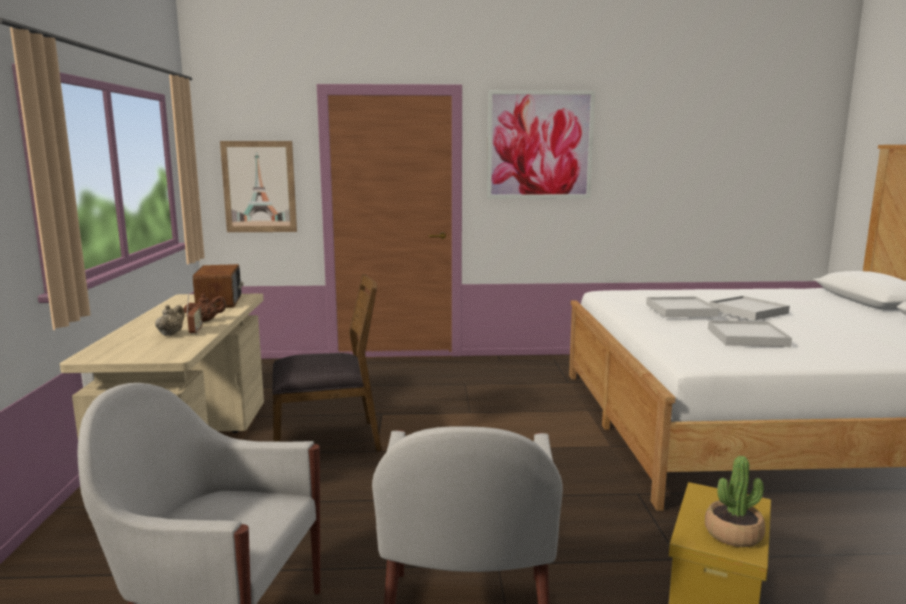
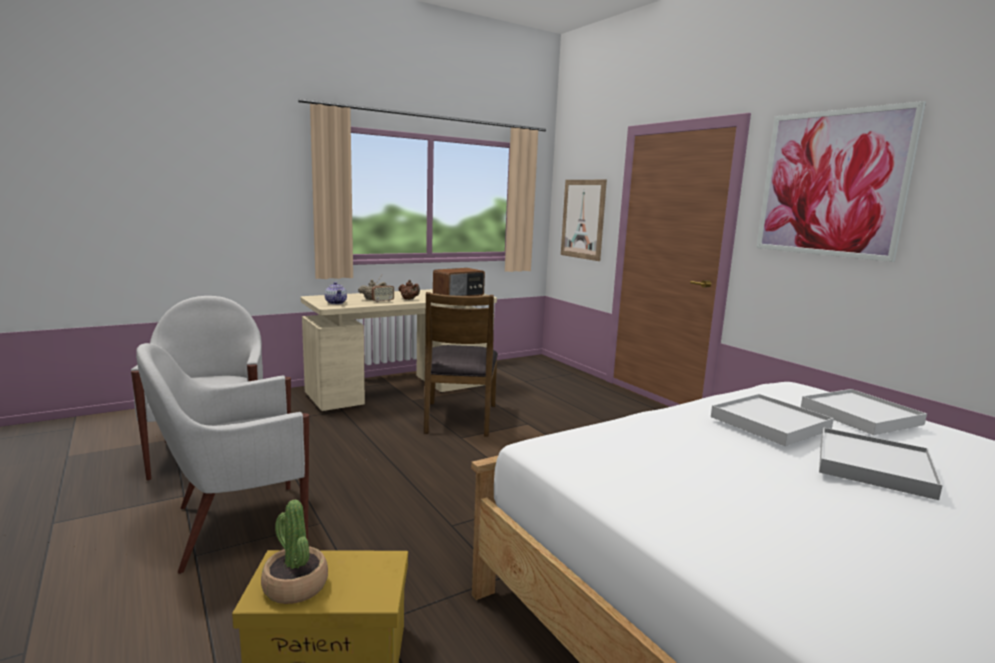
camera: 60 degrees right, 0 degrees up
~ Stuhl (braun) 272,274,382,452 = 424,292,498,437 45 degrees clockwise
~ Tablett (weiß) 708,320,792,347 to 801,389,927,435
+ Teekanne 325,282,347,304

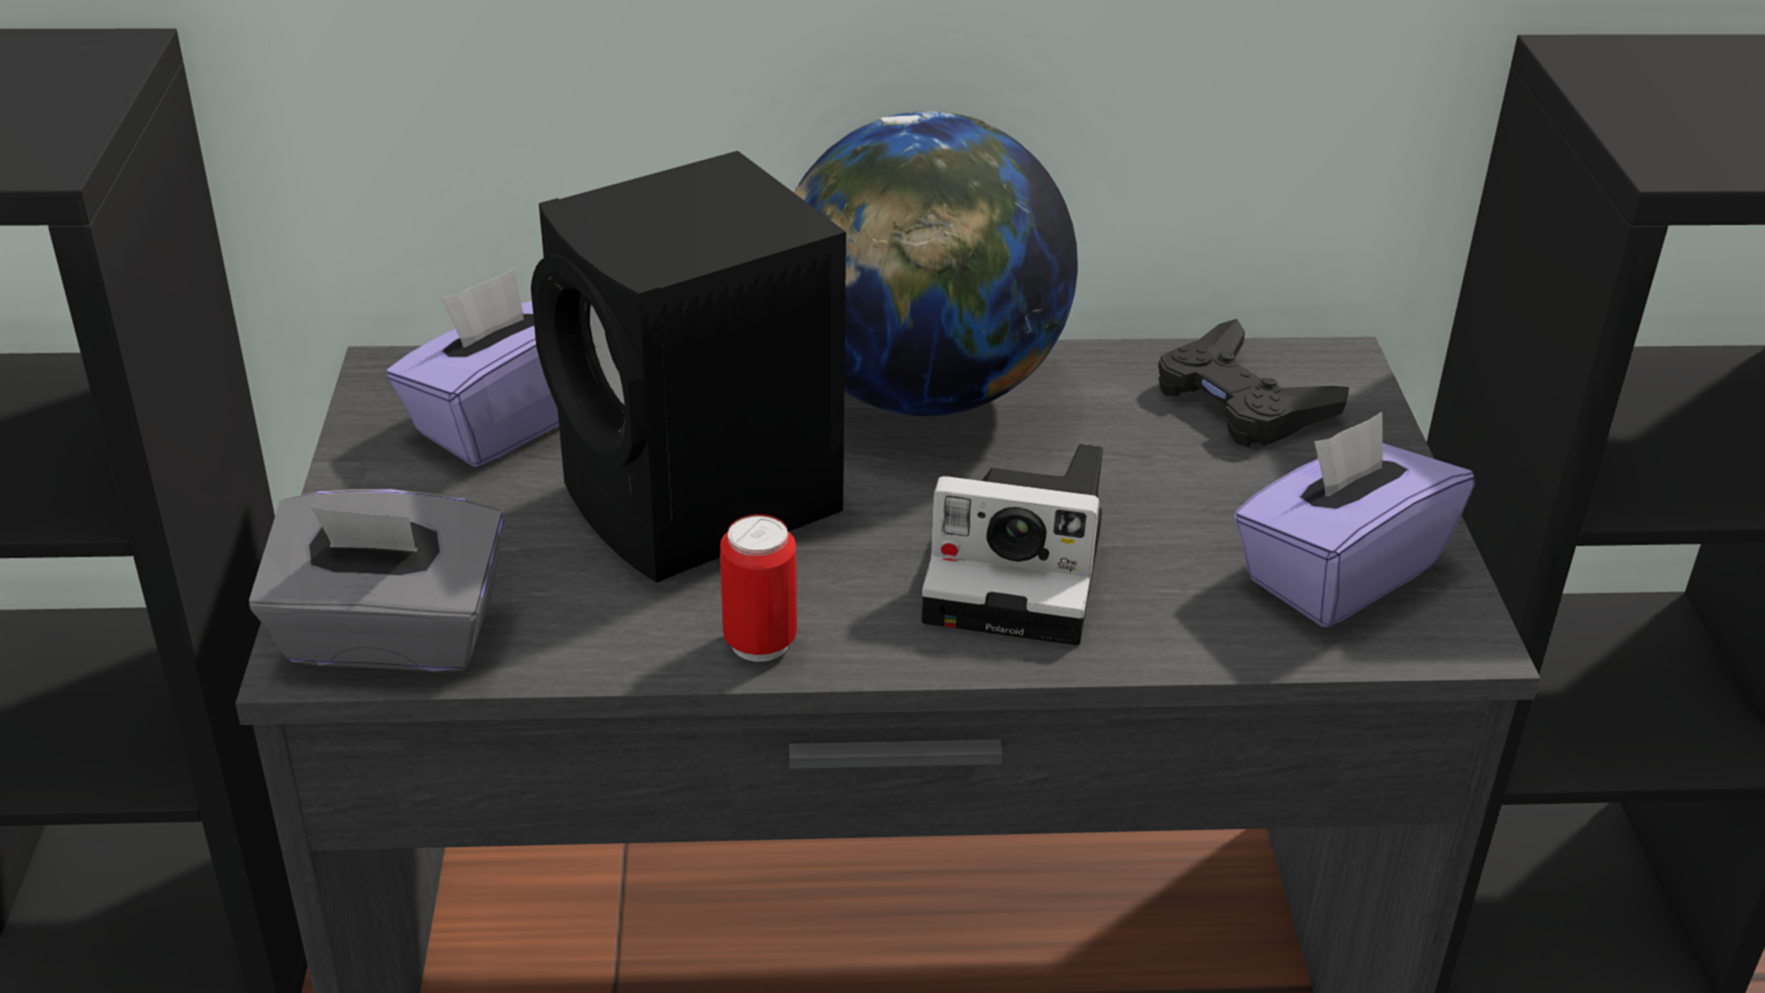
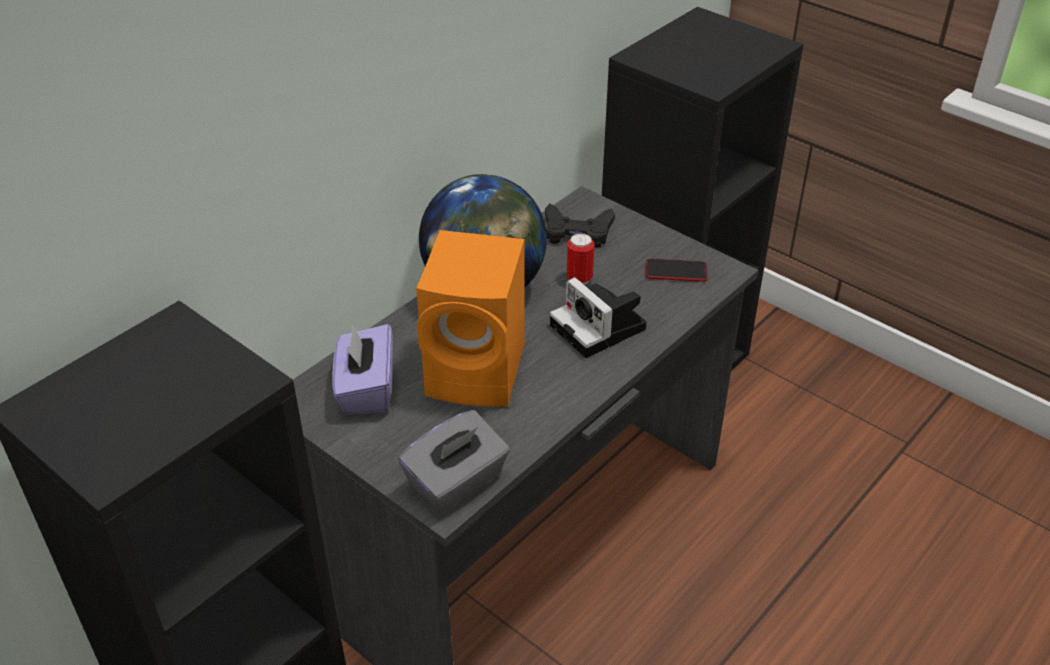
camera: 45 degrees left, 5 degrees up
~ Lautsprecher (schwarz) 531,151,846,583 to Lautsprecher (orange) 416,230,524,407
~ Dose 720,514,797,662 to 567,233,595,285
~ Kamera 922,444,1103,645 = 550,277,647,358 90 degrees clockwise
~ Taschentuchbox (lila) 1234,412,1475,627 to Handy 645,259,708,282

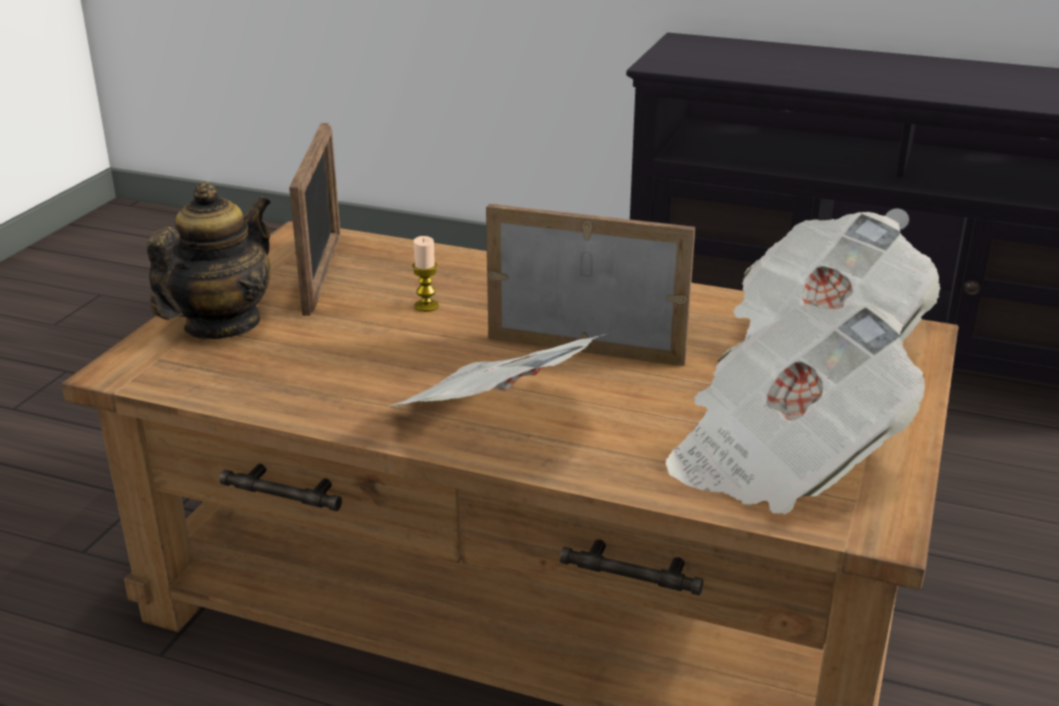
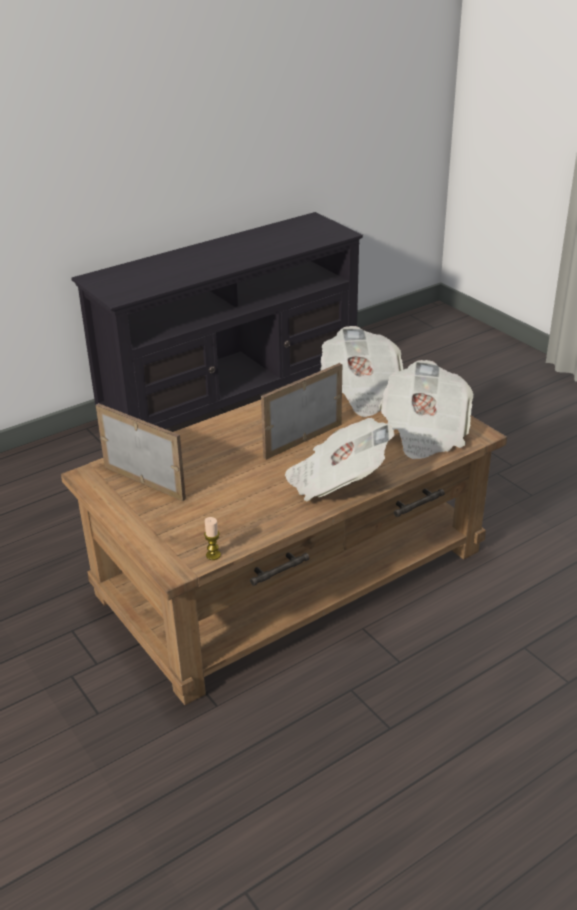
camera: 55 degrees left, 5 degrees up
- Teekanne 147,182,271,339
~ Kerze 412,236,439,312 to 204,517,221,560

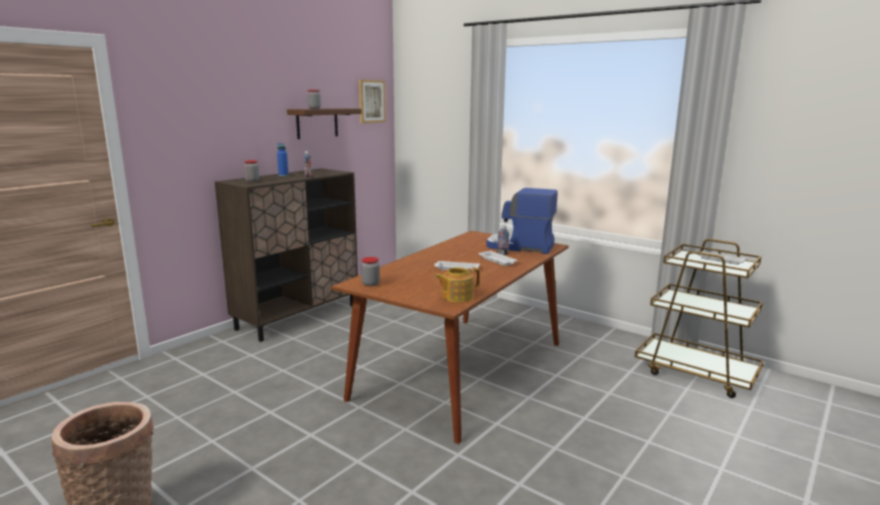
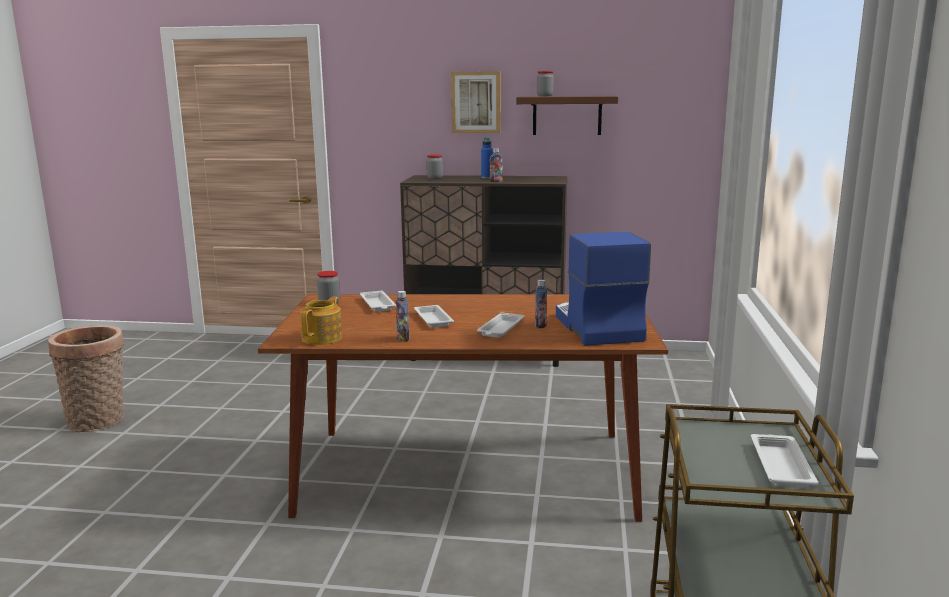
camera: 60 degrees right, 0 degrees up
~ Bild 359,80,386,123 to 451,71,500,133
~ Teekanne 435,267,480,302 = 300,296,342,345 75 degrees clockwise
+ Tablett (weiß) 360,290,396,312
+ Flasche 396,291,409,342

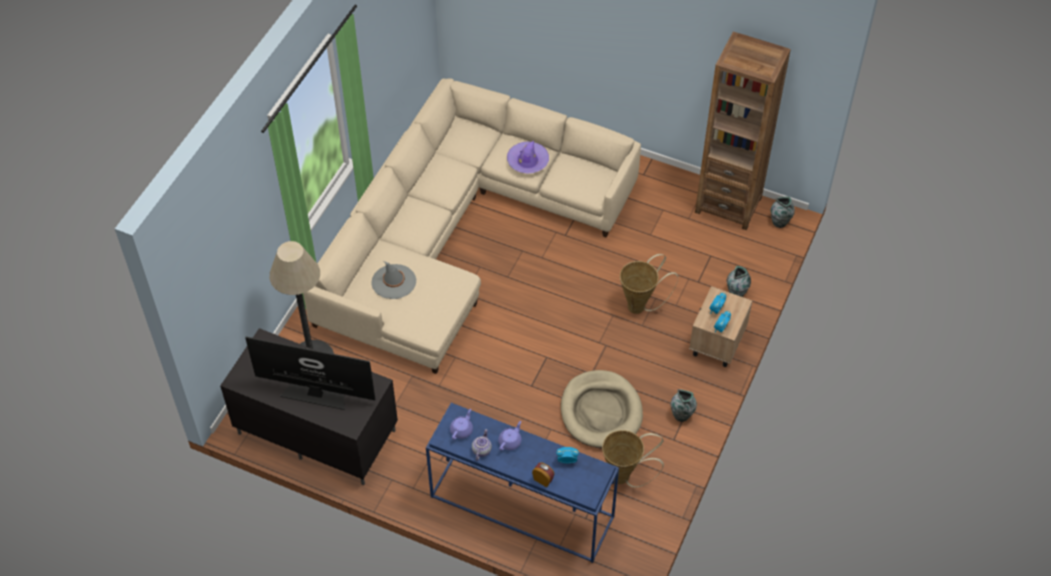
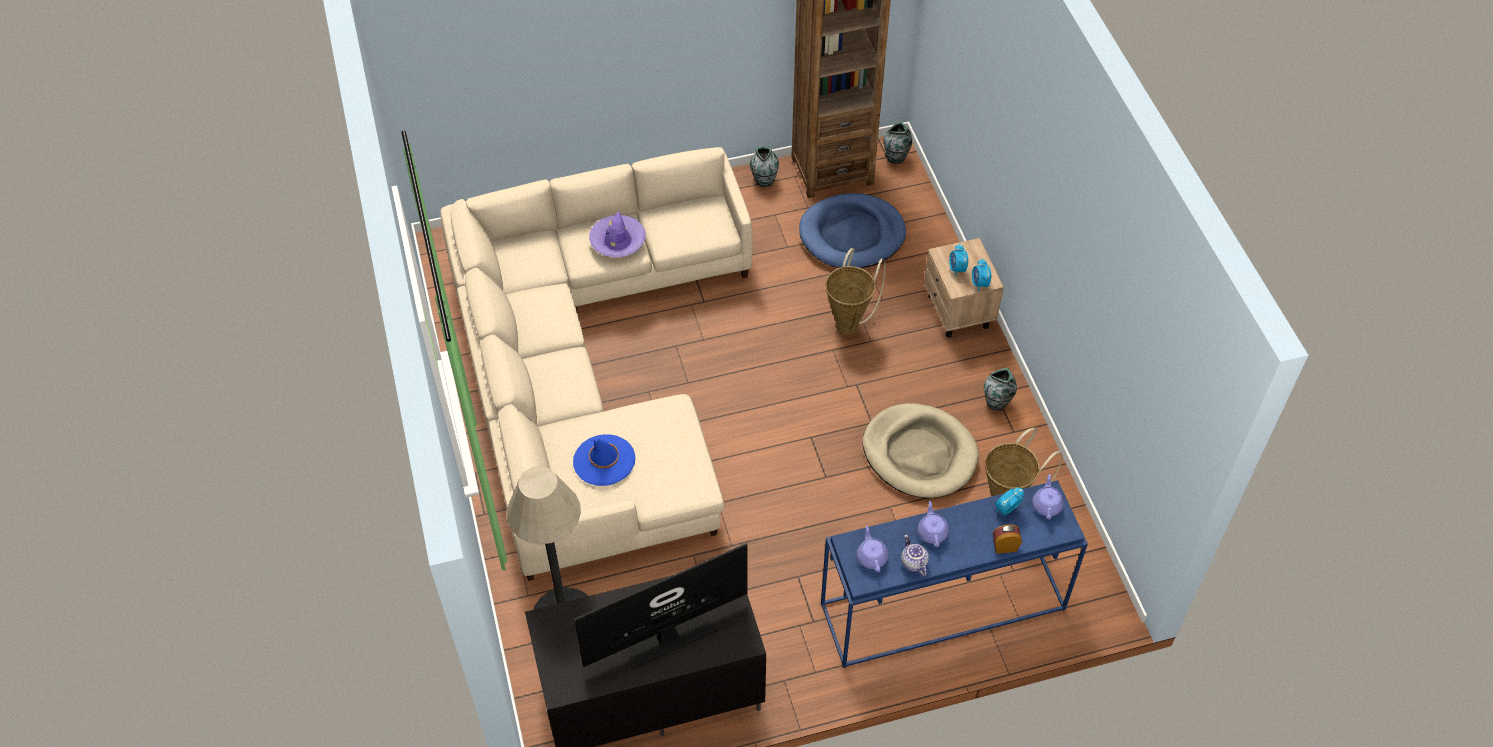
camera: 40 degrees left, 0 degrees up
~ Hut (grau) 371,261,416,299 to Hut (blau) 573,434,636,486
~ Vase 727,266,751,297 to 750,146,779,187
+ Hundebett (blau) 799,193,906,268
+ Teekanne (lila) 1032,474,1064,520

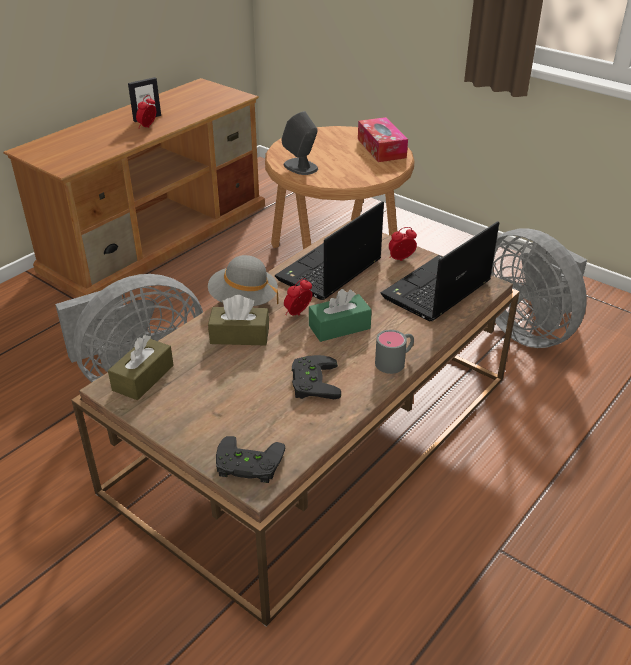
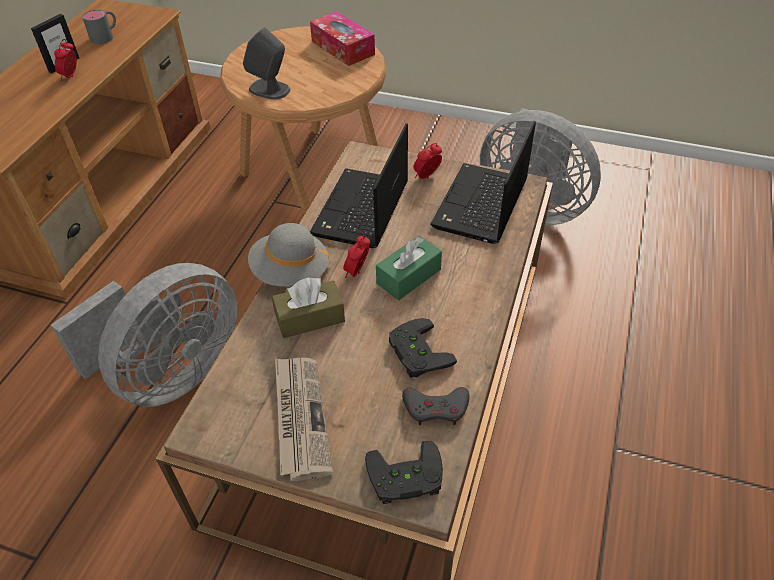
camera: 20 degrees left, 10 degrees up
- Taschentuchbox (braun) 108,335,174,400
~ Henkelbecher (grau) 375,330,414,374 to 82,9,116,44
+ Zeitung 275,358,333,481
+ Gamepad (grau) 402,387,470,426

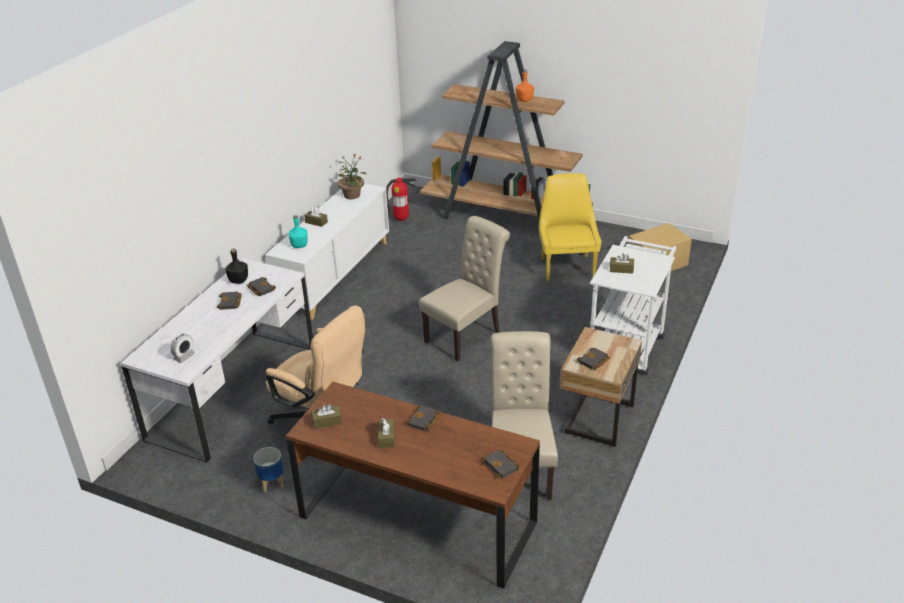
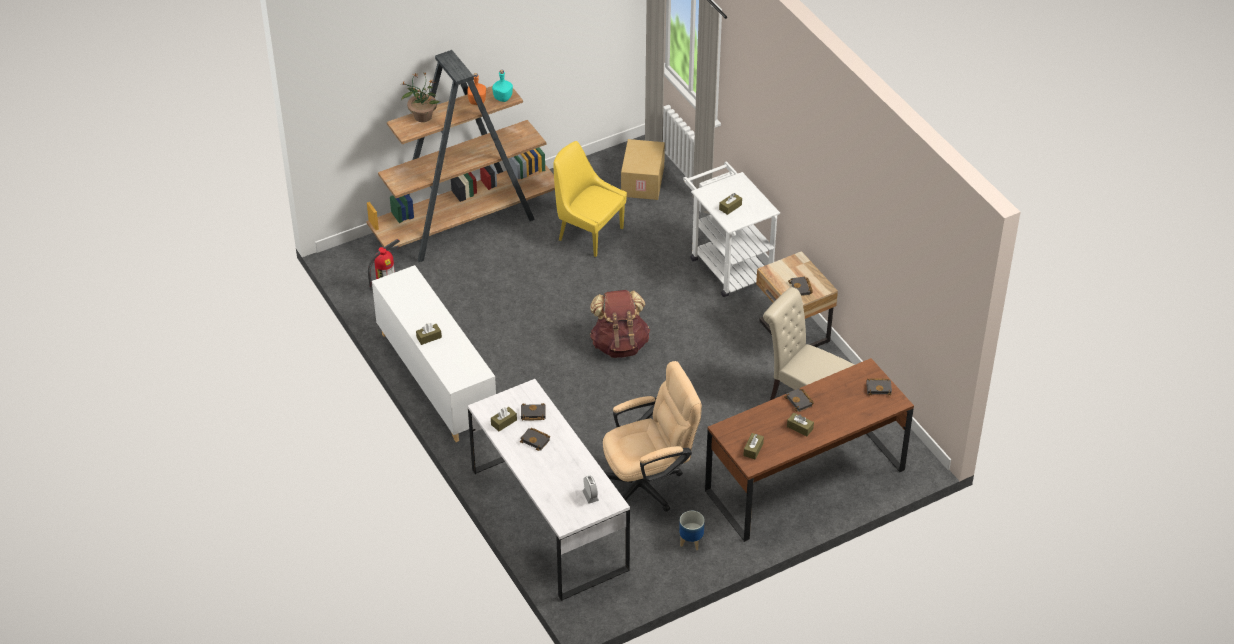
camera: 55 degrees left, 10 degrees up
~ Flasche (schwarz) 225,248,248,284 to Taschentuchbox (braun) 491,407,517,431
~ Flasche (türkis) 289,215,308,248 to 492,70,513,102
~ Topfpflanze 338,154,368,199 to 401,72,440,122
~ Stuhl (beige) 419,216,510,362 to Rucksack (braun) 590,290,650,358

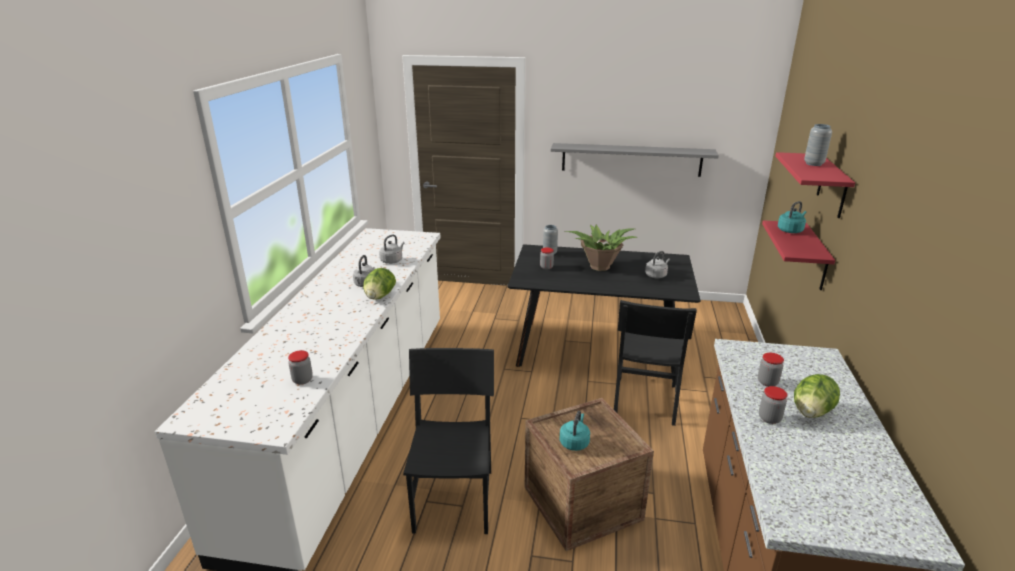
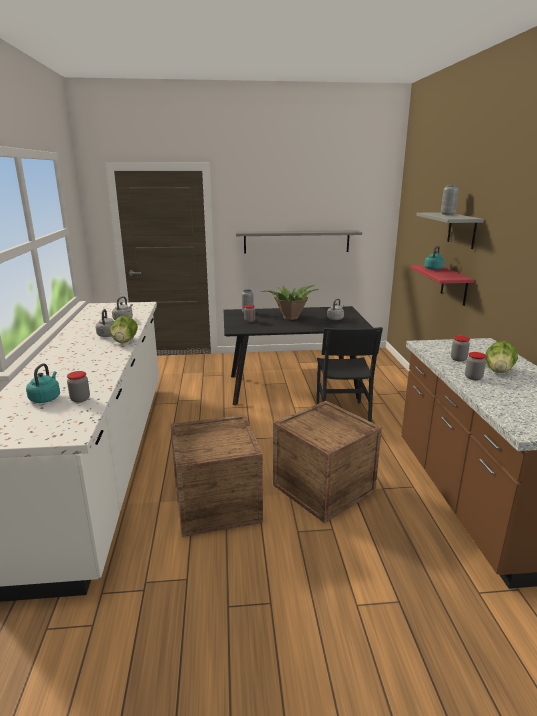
camera: 15 degrees left, 5 degrees down
~ Stuhl (schwarz) 403,348,494,534 to Kiste 170,415,263,537
~ Wasserkessel (türkis) 559,410,590,451 to 26,363,60,403
~ Wandregal (rot) 775,152,855,218 to Wandregal (grau) 416,212,484,249

